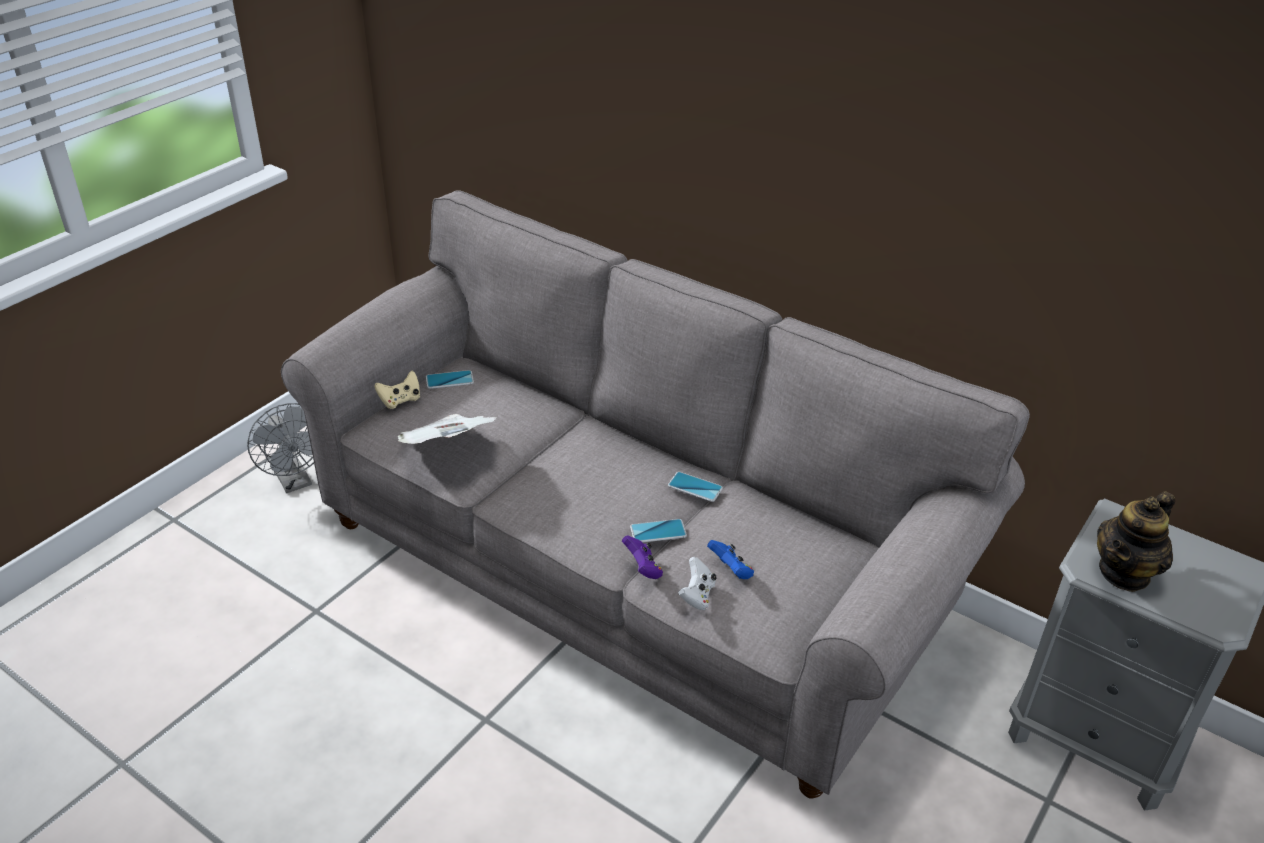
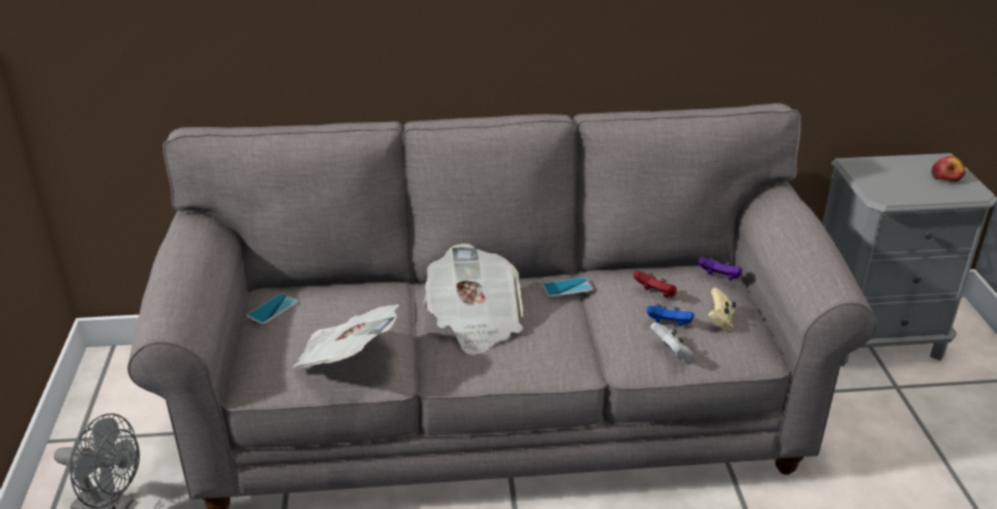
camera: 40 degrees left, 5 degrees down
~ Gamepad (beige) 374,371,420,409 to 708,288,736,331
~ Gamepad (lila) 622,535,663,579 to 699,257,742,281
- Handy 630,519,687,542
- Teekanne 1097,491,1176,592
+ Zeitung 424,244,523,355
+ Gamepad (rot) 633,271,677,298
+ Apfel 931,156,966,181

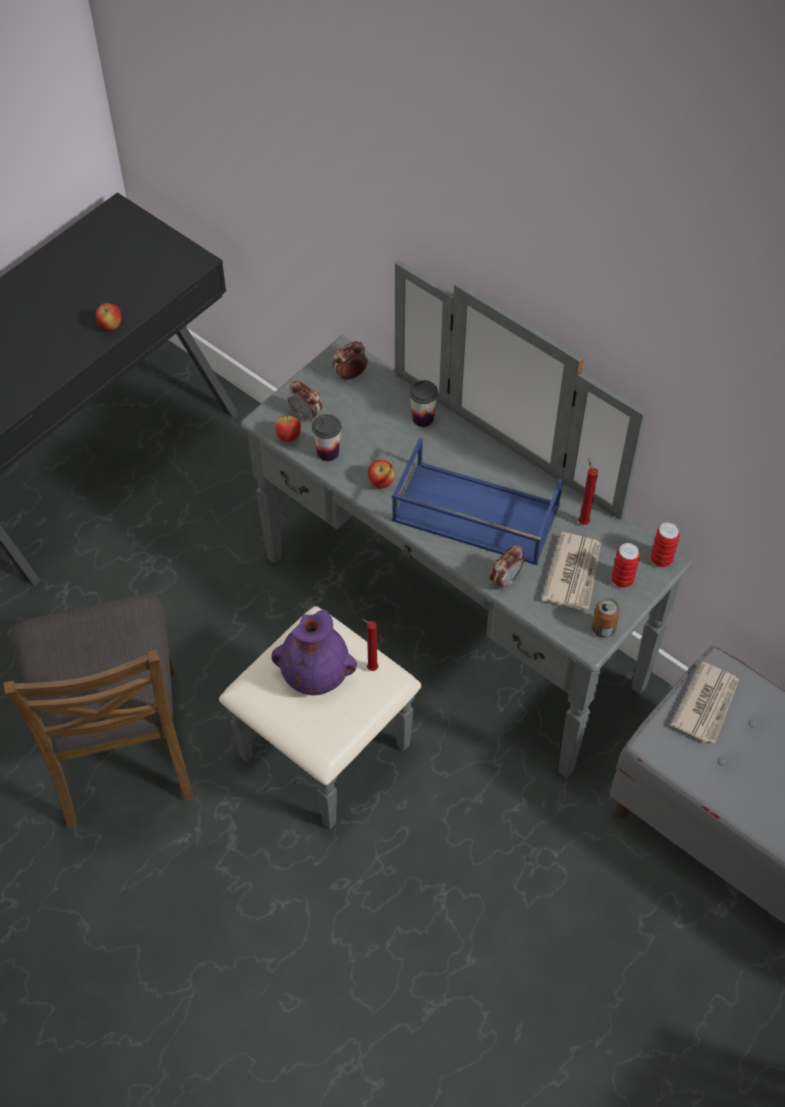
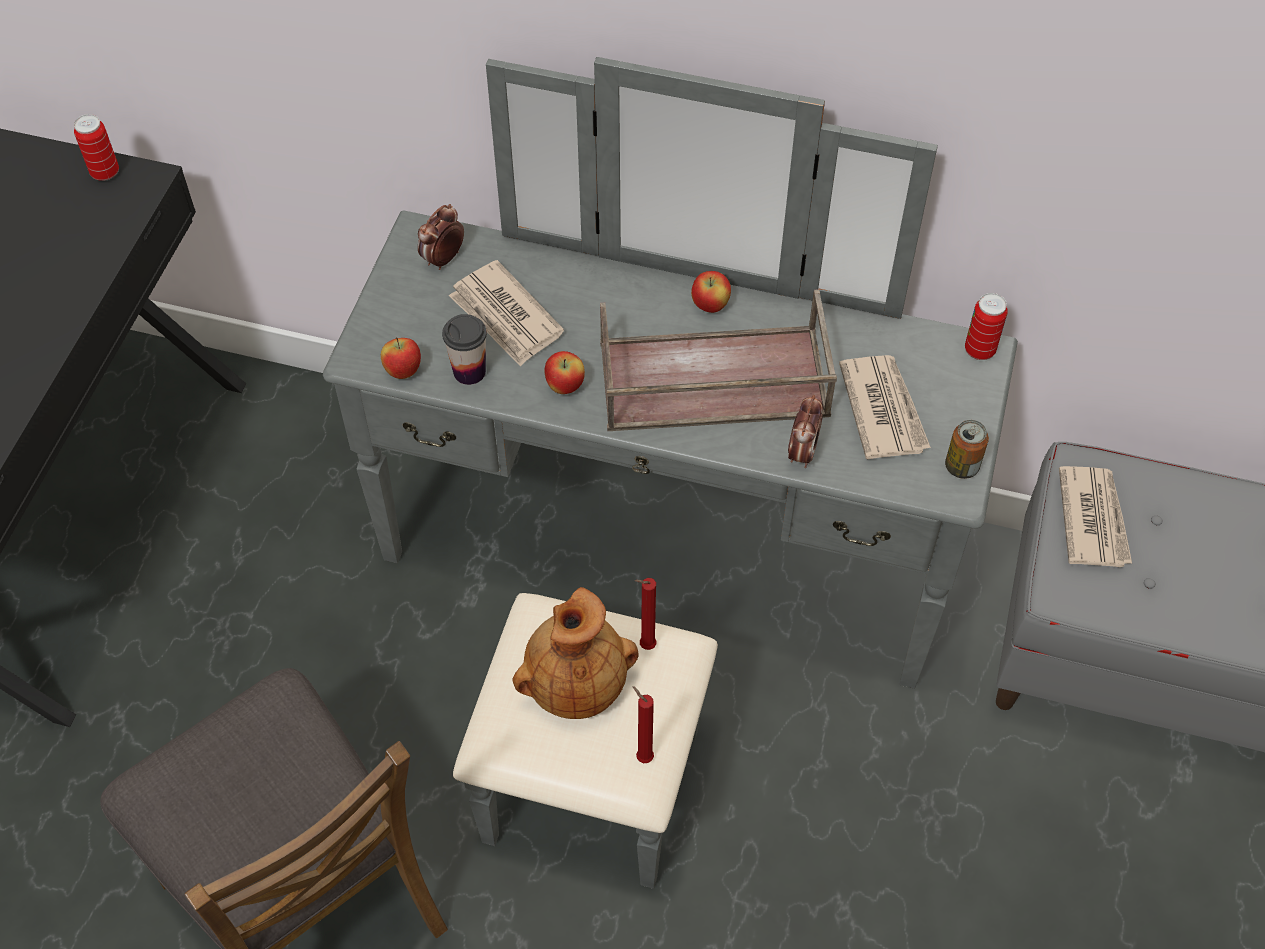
camera: 25 degrees left, 0 degrees up
~ Apfel 95,303,121,331 to 691,271,731,313
~ Vase (lila) 271,609,357,695 to Vase (braun) 512,587,639,719
- Wecker 288,380,323,423
~ Tablett (blau) 392,438,563,565 to Tablett (braun) 600,289,837,431
- Tasse 409,380,438,427
~ Kerze (rot) 578,458,598,525 to 633,686,654,763
~ Dose 612,543,640,588 to 74,114,119,181
+ Zeitung 449,260,564,367

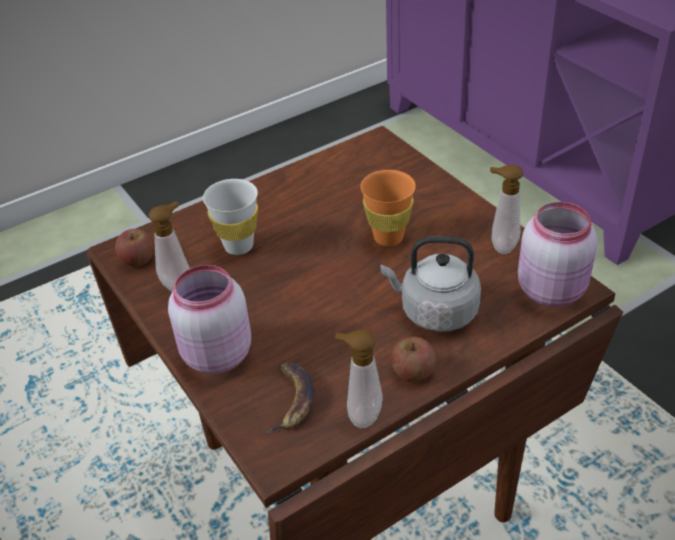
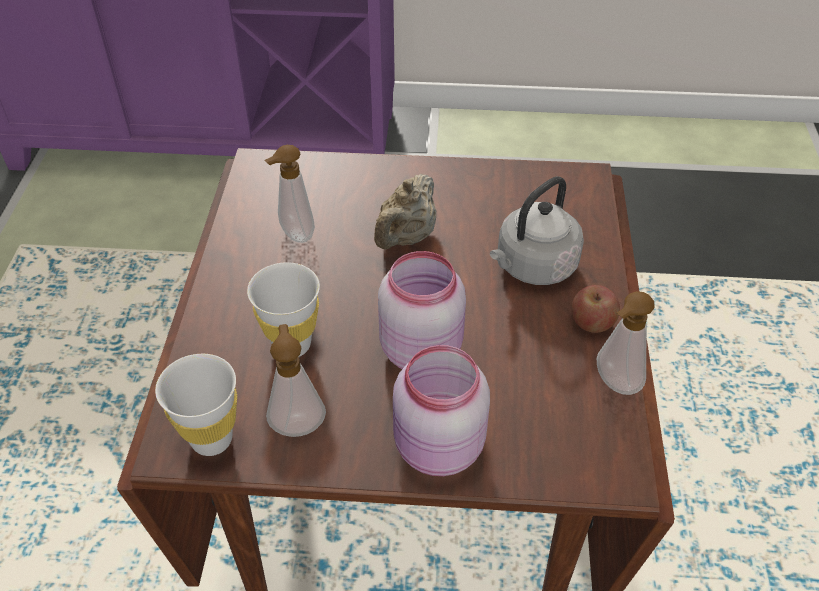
camera: 55 degrees left, 5 degrees up
~ Apfel 115,229,154,267 to Tasse (weiß) 155,354,237,456
- Banane 266,362,315,434
~ Tasse (orange) 360,170,416,246 to Teekanne (beige) 374,174,436,250
~ Seifenspender 490,165,524,254 to 265,145,315,243
~ Vorratsglas (rosa) 518,202,597,307 to 378,251,466,369

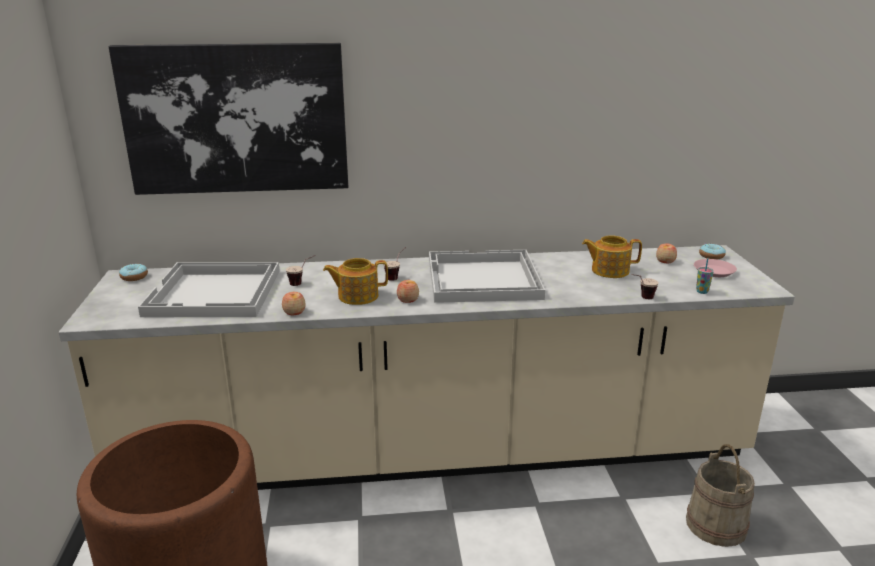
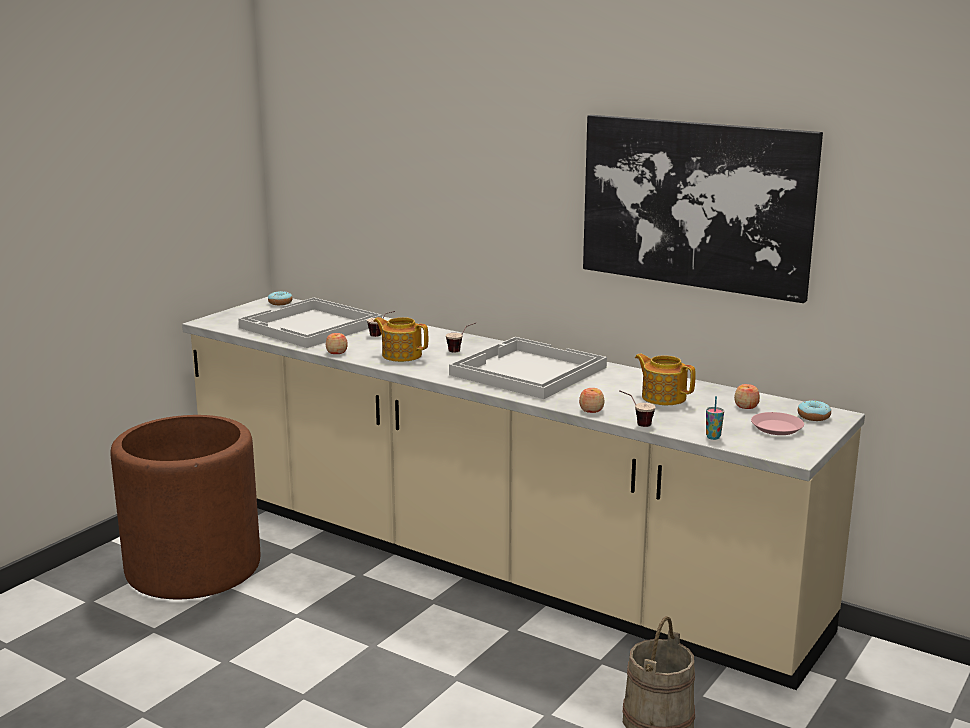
camera: 40 degrees right, 5 degrees down
~ Bild 109,43,348,195 to 583,115,823,303
~ Apfel 397,280,419,303 to 579,388,604,413

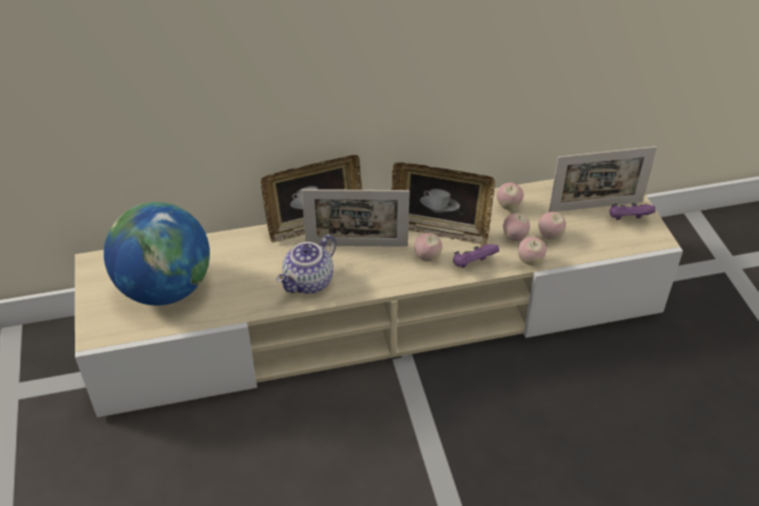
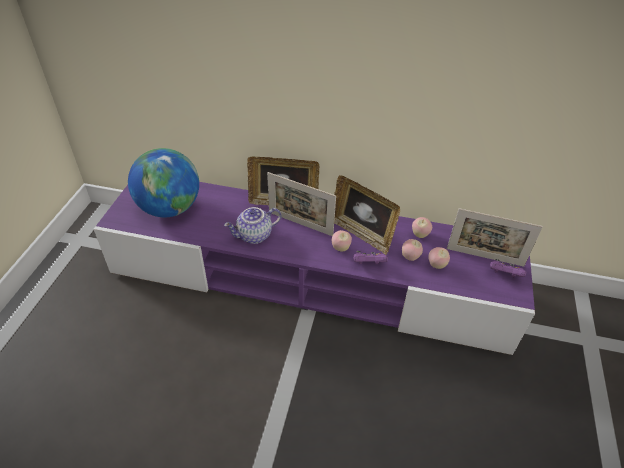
camera: 25 degrees right, 0 degrees up
~ Fernsehschrank (beige) 75,179,683,418 to Fernsehschrank (lila) 94,182,535,355
- Apfel 518,237,547,266

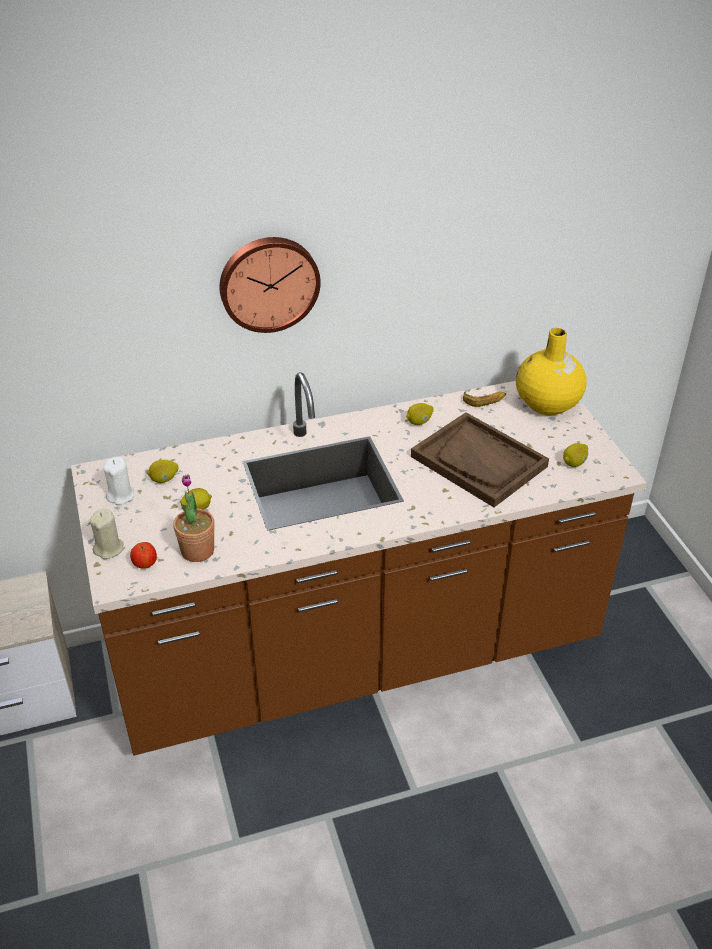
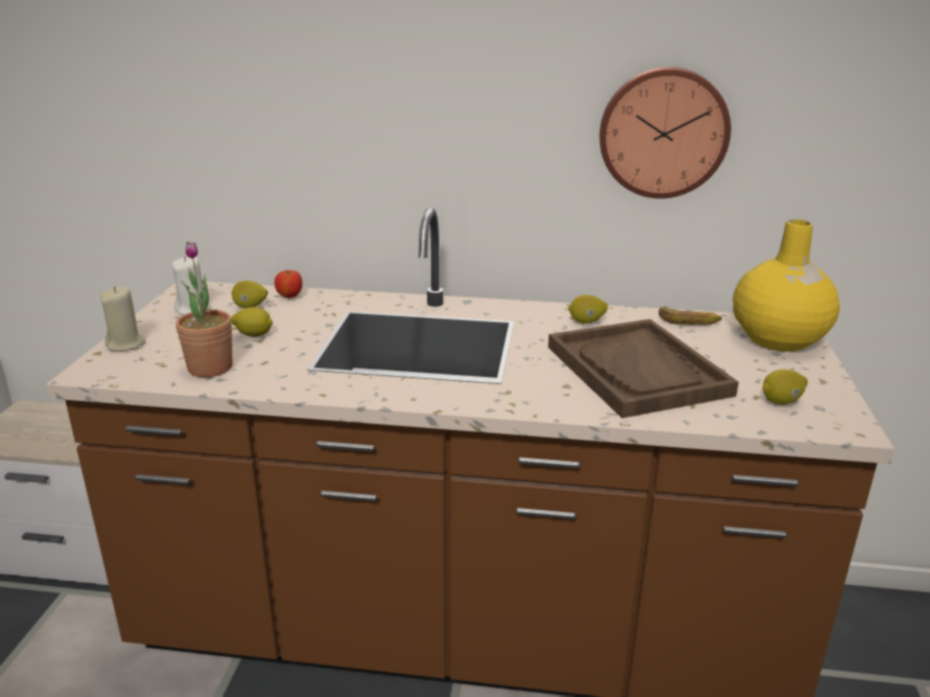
camera: 25 degrees right, 15 degrees down
~ Apfel 130,542,157,569 to 275,270,302,298
~ Wanduhr 219,237,321,333 to 600,67,731,199

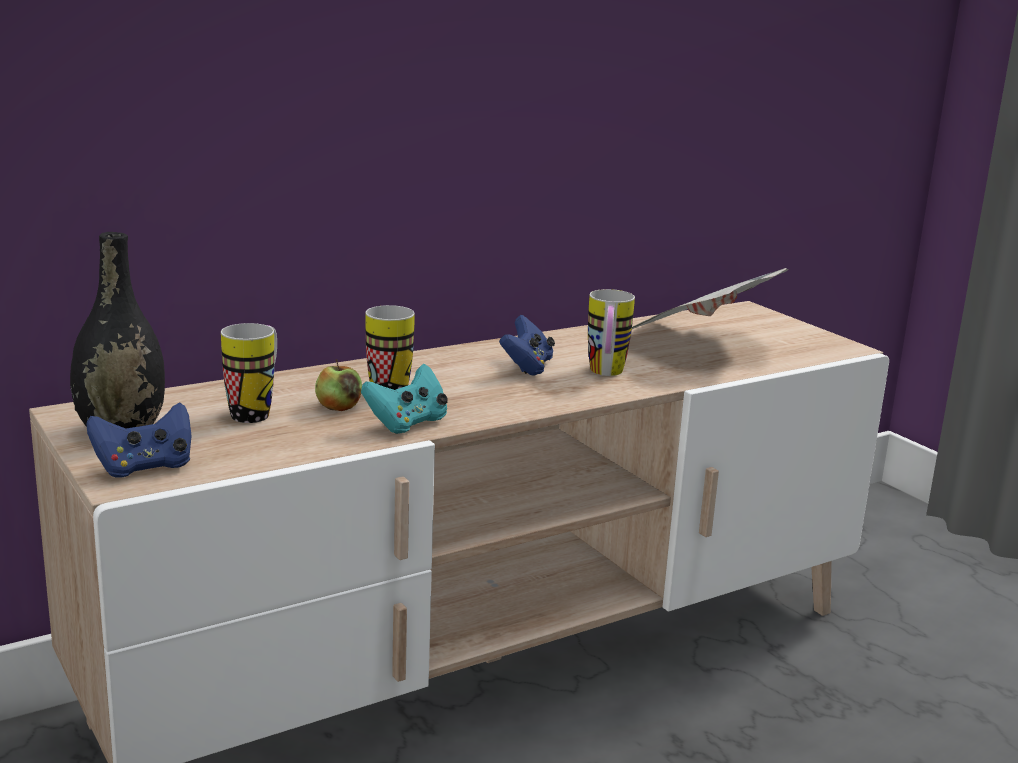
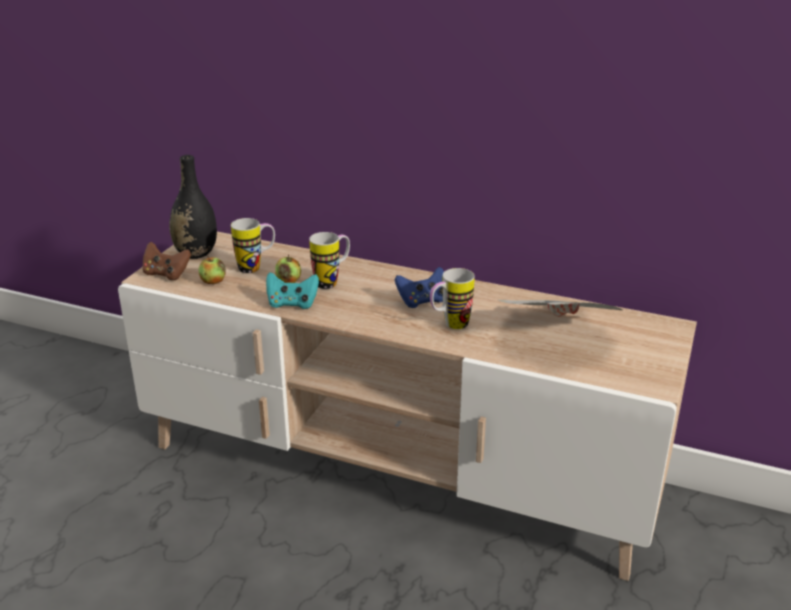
camera: 55 degrees right, 10 degrees up
~ Gamepad (blau) 87,403,191,478 to Gamepad (braun) 143,242,191,280
+ Apfel 198,256,226,284

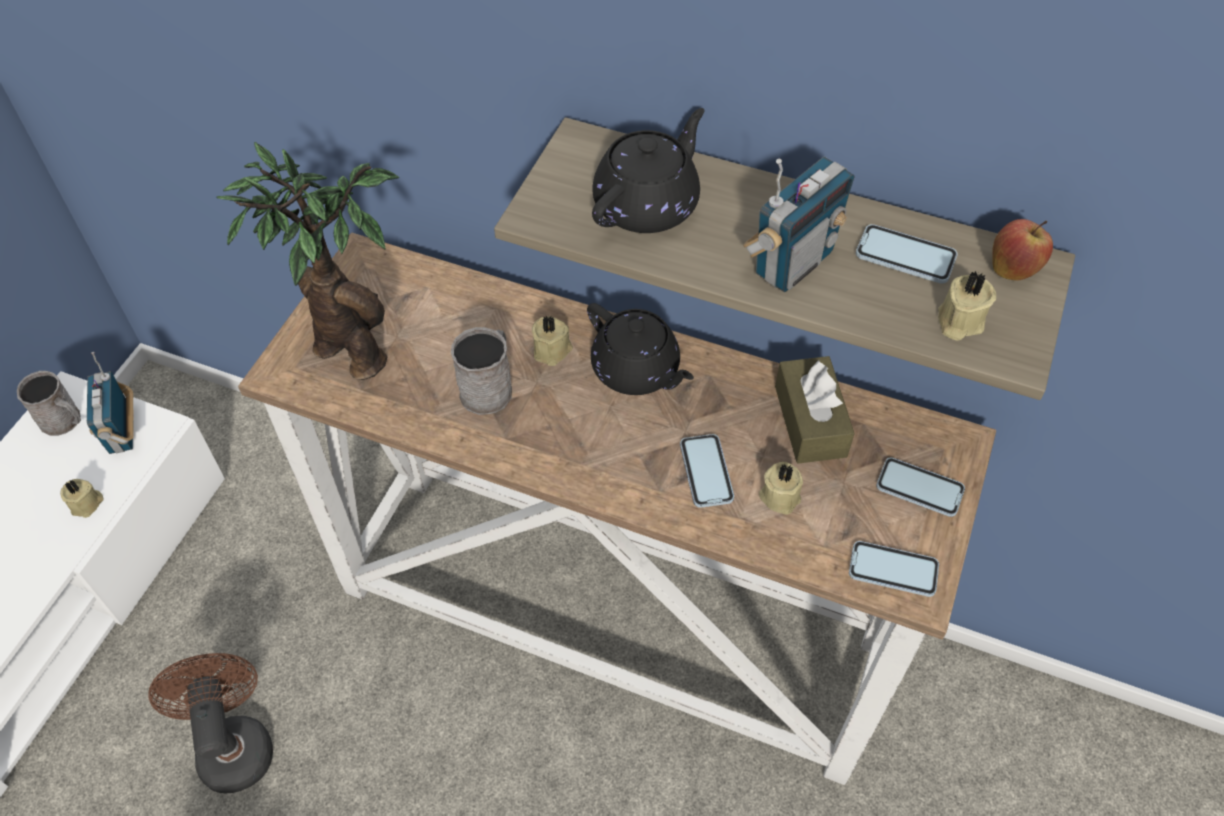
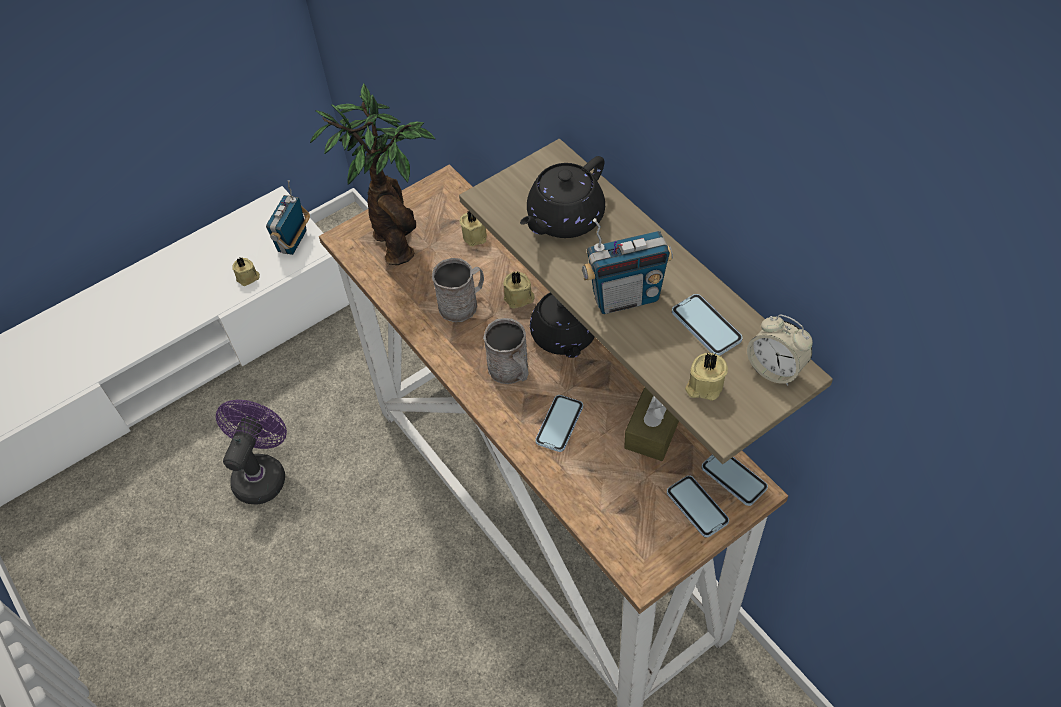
camera: 35 degrees right, 0 degrees up
~ Henkelbecher (grau) 17,371,81,436 to 483,318,529,384
~ Ventilator (braun) 148,653,273,794 to Ventilator (lila) 216,400,287,505
~ Teekanne (schwarz) 592,108,705,233 = 520,156,605,238 150 degrees clockwise
~ Kerze (beige) 759,462,803,515 to 459,211,487,246
~ Handy 849,541,939,597 to 702,455,768,506
~ Apfel 992,219,1053,281 to Wecker 747,314,813,386

